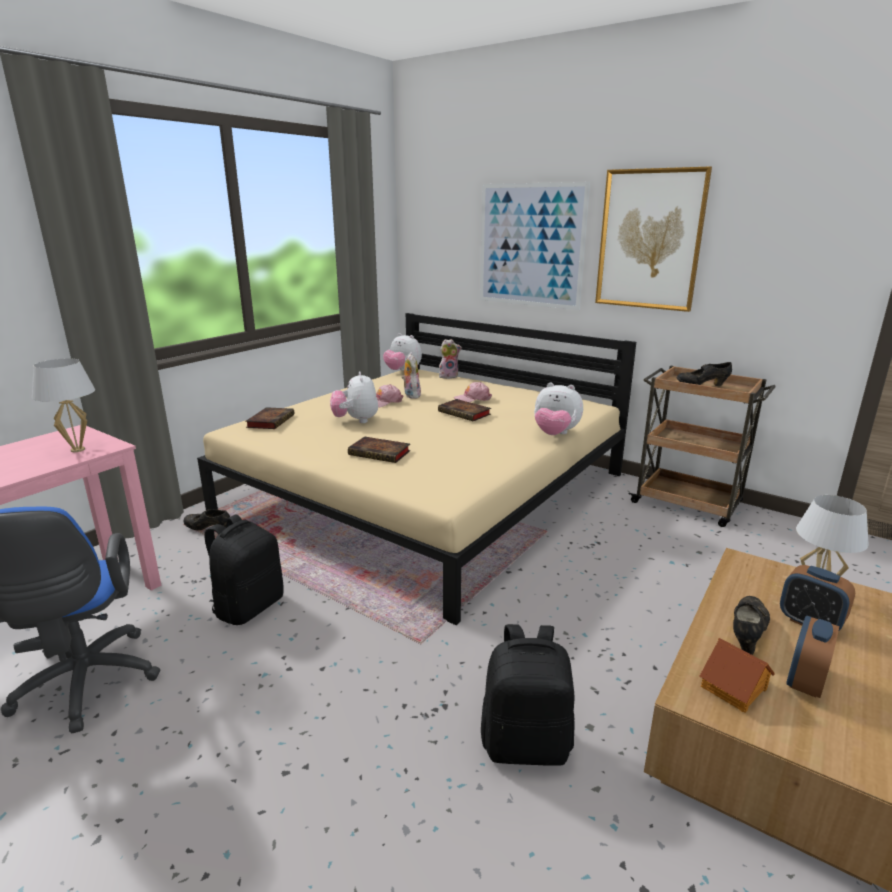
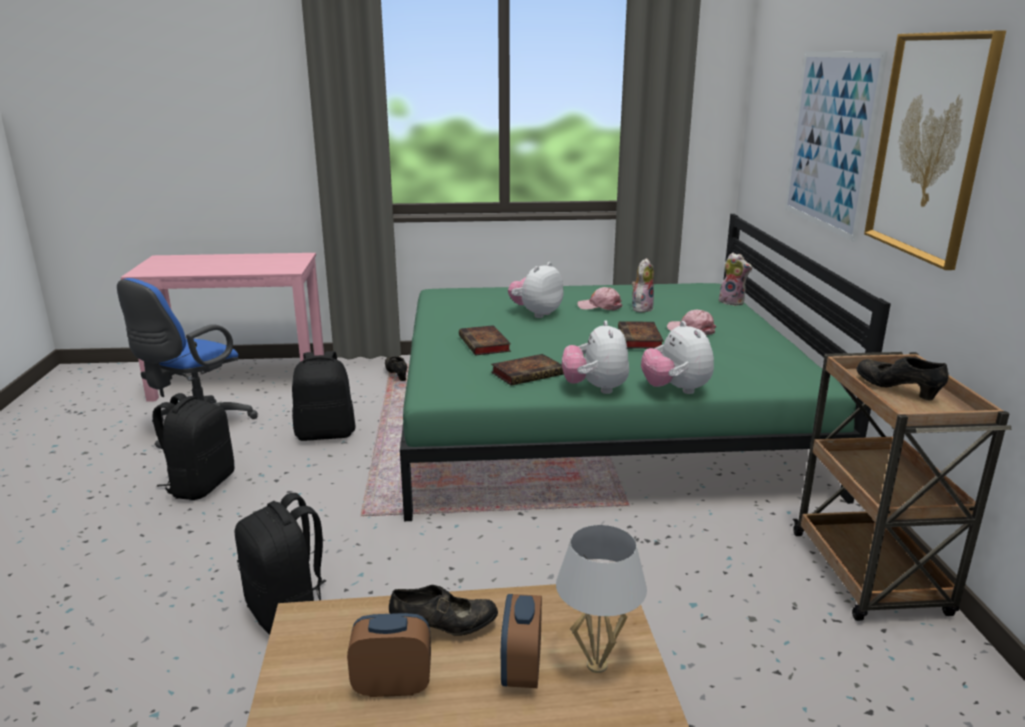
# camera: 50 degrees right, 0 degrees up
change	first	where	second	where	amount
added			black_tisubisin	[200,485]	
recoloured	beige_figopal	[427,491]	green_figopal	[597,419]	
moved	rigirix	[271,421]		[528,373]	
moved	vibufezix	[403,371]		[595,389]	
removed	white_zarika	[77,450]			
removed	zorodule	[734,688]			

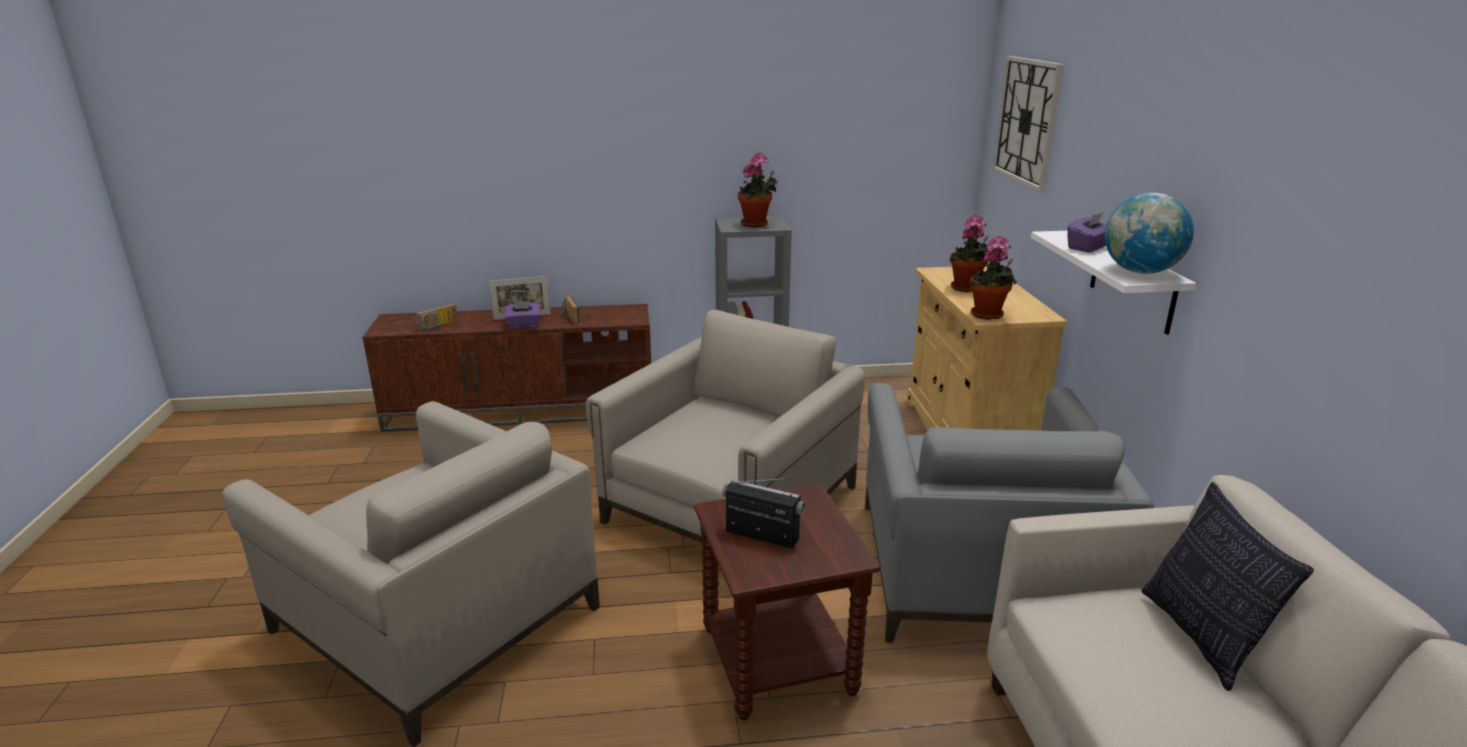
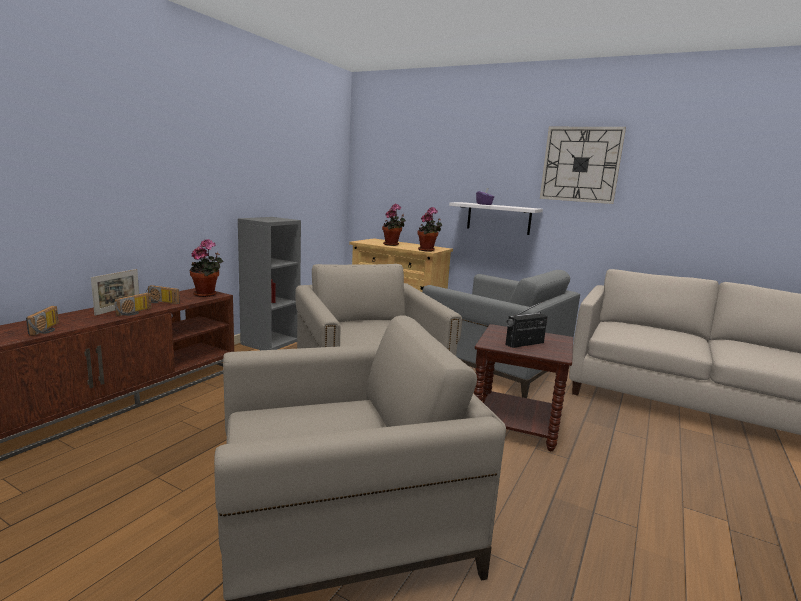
# camera: 55 degrees left, 10 degrees down
change	first	where	second	where	amount
replaced	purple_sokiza	[524,325]	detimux	[135,312]	
moved	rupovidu	[756,224]		[207,294]	
moved	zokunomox	[1027,121]		[580,164]	
removed	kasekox	[1140,272]			
removed	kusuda	[1201,637]			

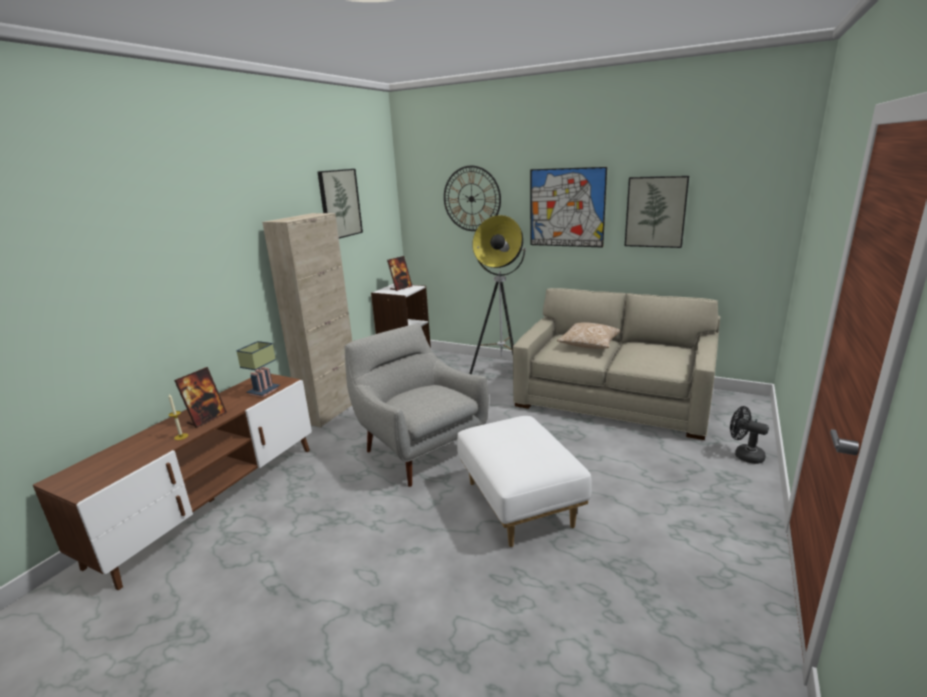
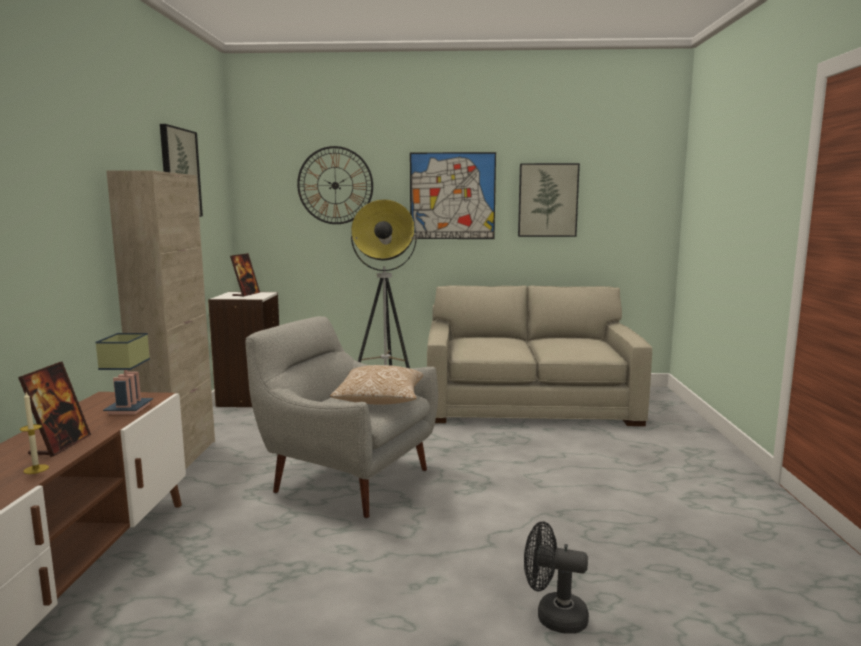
# camera: 25 degrees left, 10 degrees down
change	first	where	second	where	amount
moved	kusuda	[588,345]		[379,401]	
moved	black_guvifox	[744,455]		[553,616]	
removed	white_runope	[520,504]			

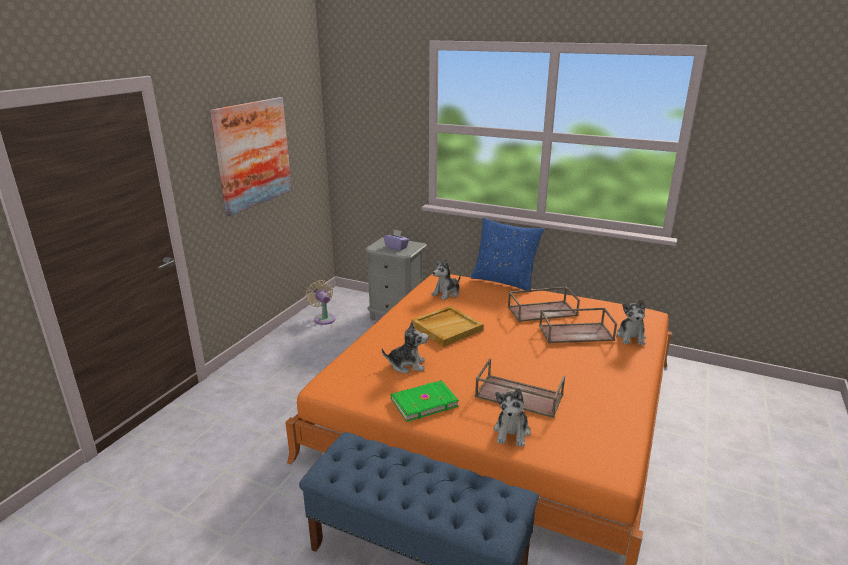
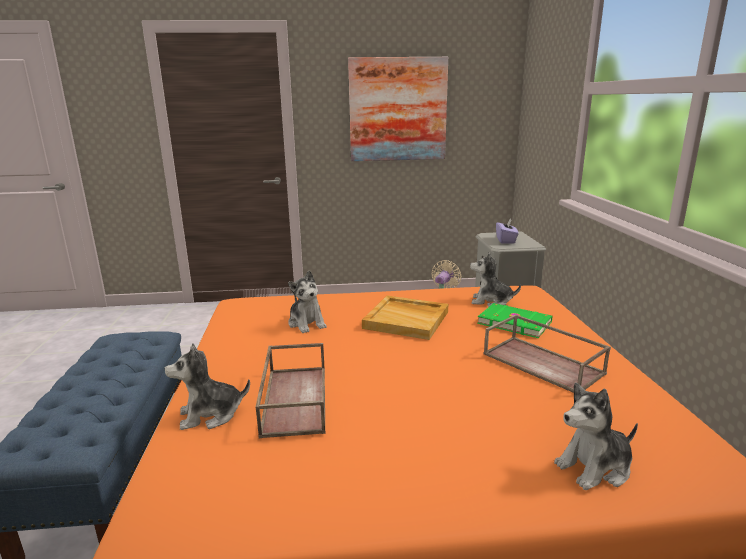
# camera: 60 degrees right, 5 degrees down
change	first	where	second	where	amount
moved	green_rigirix	[423,402]		[514,322]	
removed	blue_kusuda	[504,281]			
removed	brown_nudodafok	[576,332]			

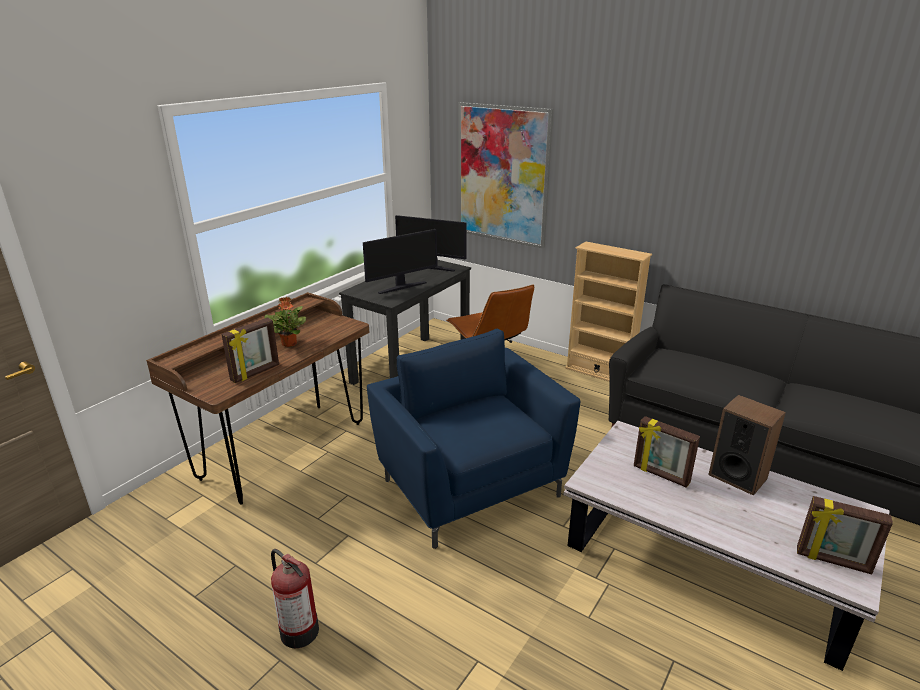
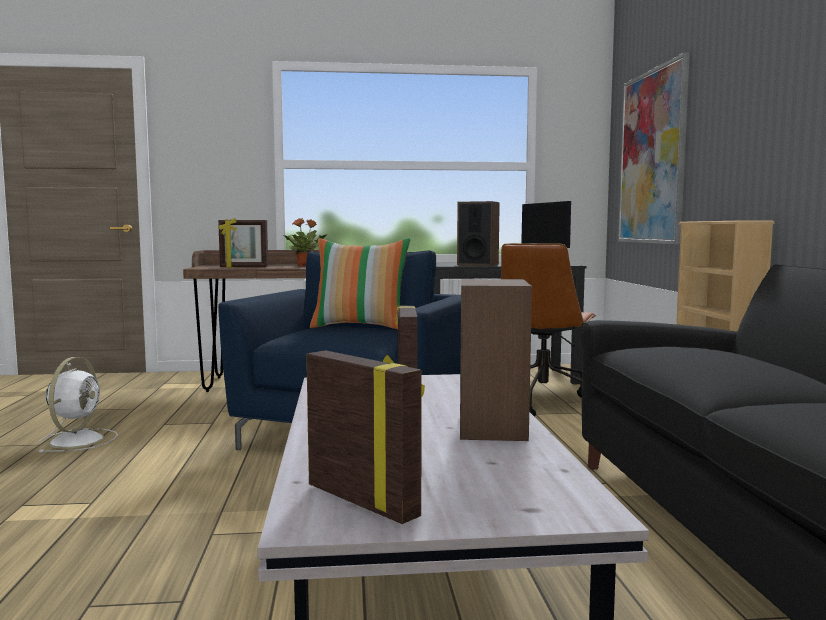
# camera: 50 degrees right, 20 degrees down
change	first	where	second	where	amount
replaced	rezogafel	[298,630]	white_guvifox	[78,440]	
turned	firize	[833,561]		[363,501]	150 degrees clockwise
added			kusuda	[360,327]	
replaced	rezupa	[401,287]	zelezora	[477,264]	

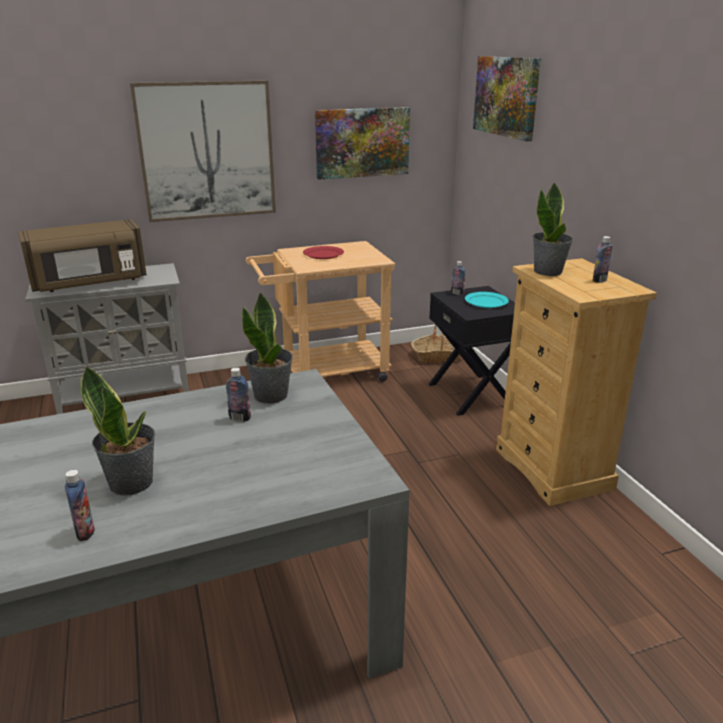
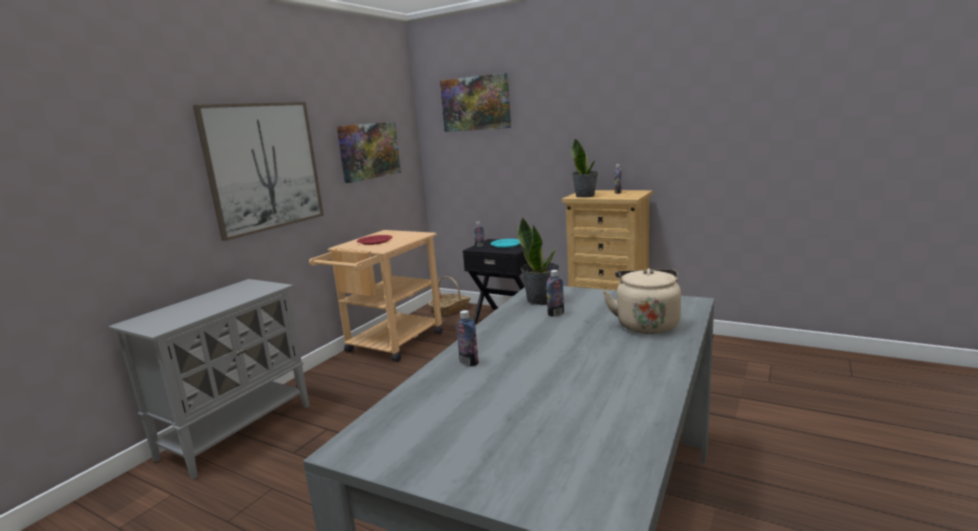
# camera: 40 degrees left, 10 degrees down
change	first	where	second	where	amount
moved	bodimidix	[85,532]		[469,363]	
added			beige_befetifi	[646,324]	
removed	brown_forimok	[89,283]			
removed	rupovidu	[132,482]			

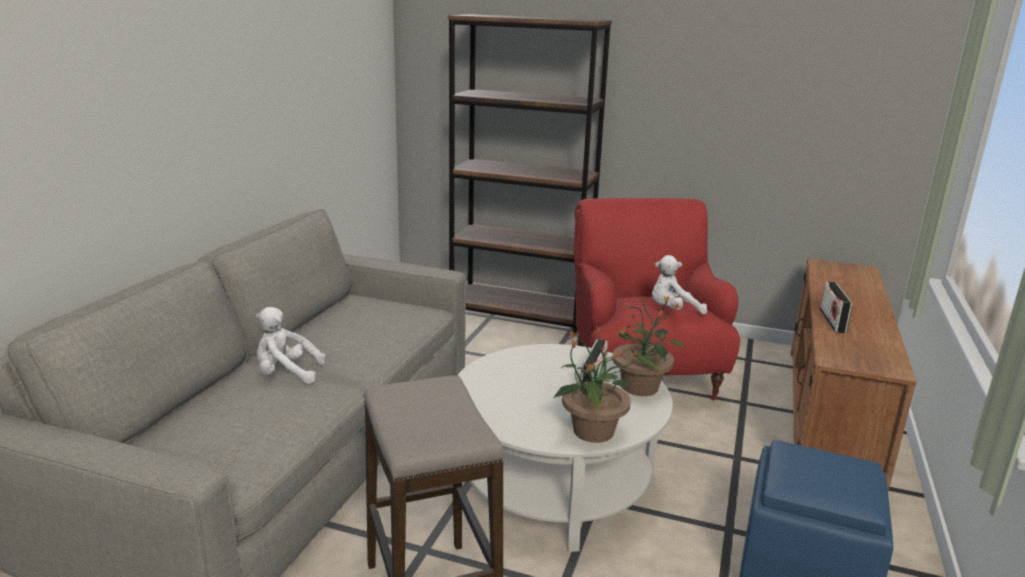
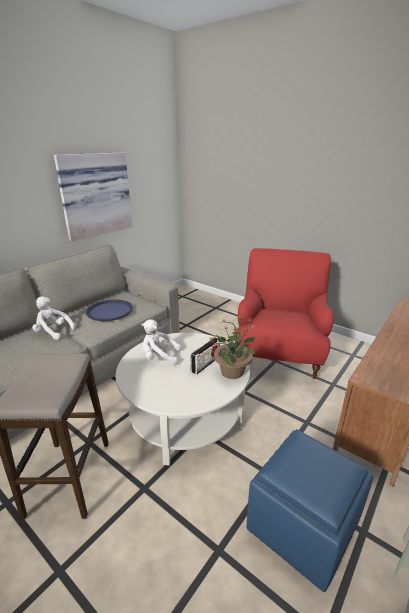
# camera: 20 degrees right, 5 degrees up
change	first	where	second	where	amount
added			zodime	[95,194]	
added			blue_nudodafok	[109,311]	
moved	white_vibufezix	[673,311]		[159,357]	
removed	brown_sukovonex	[520,315]			
removed	rupovidu	[592,432]			
removed	detimux	[832,321]			

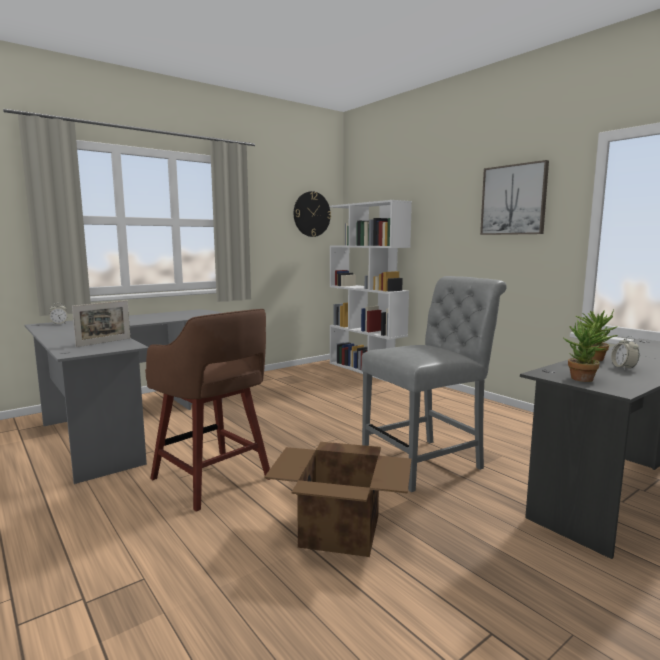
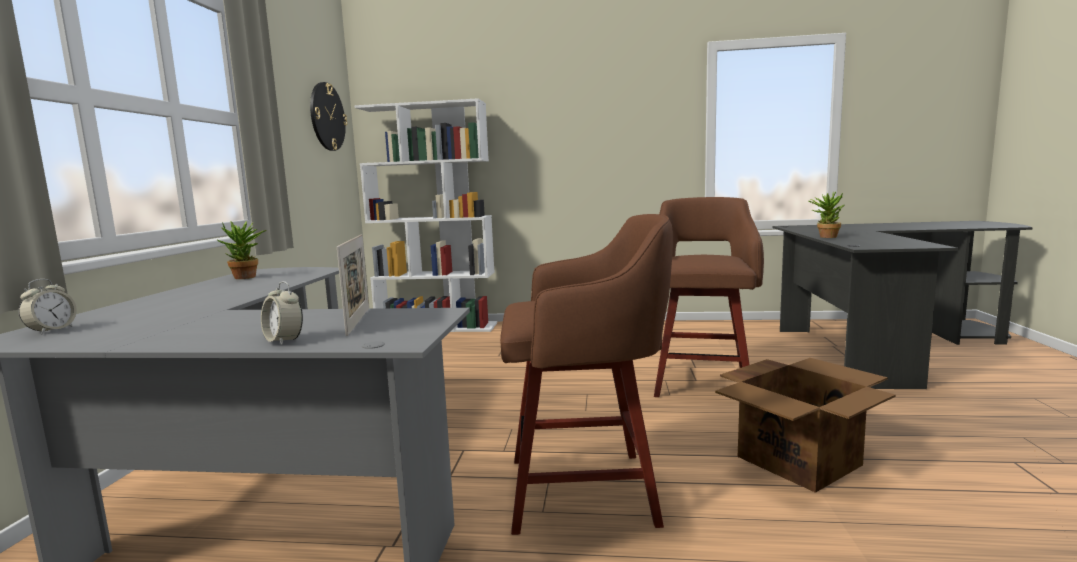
# camera: 45 degrees left, 0 degrees up
change	first	where	second	where	amount
moved	rupovidu	[584,380]		[247,278]	
moved	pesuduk	[623,368]		[284,341]	
replaced	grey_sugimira	[428,462]	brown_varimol	[702,381]	
removed	zodime	[513,200]			

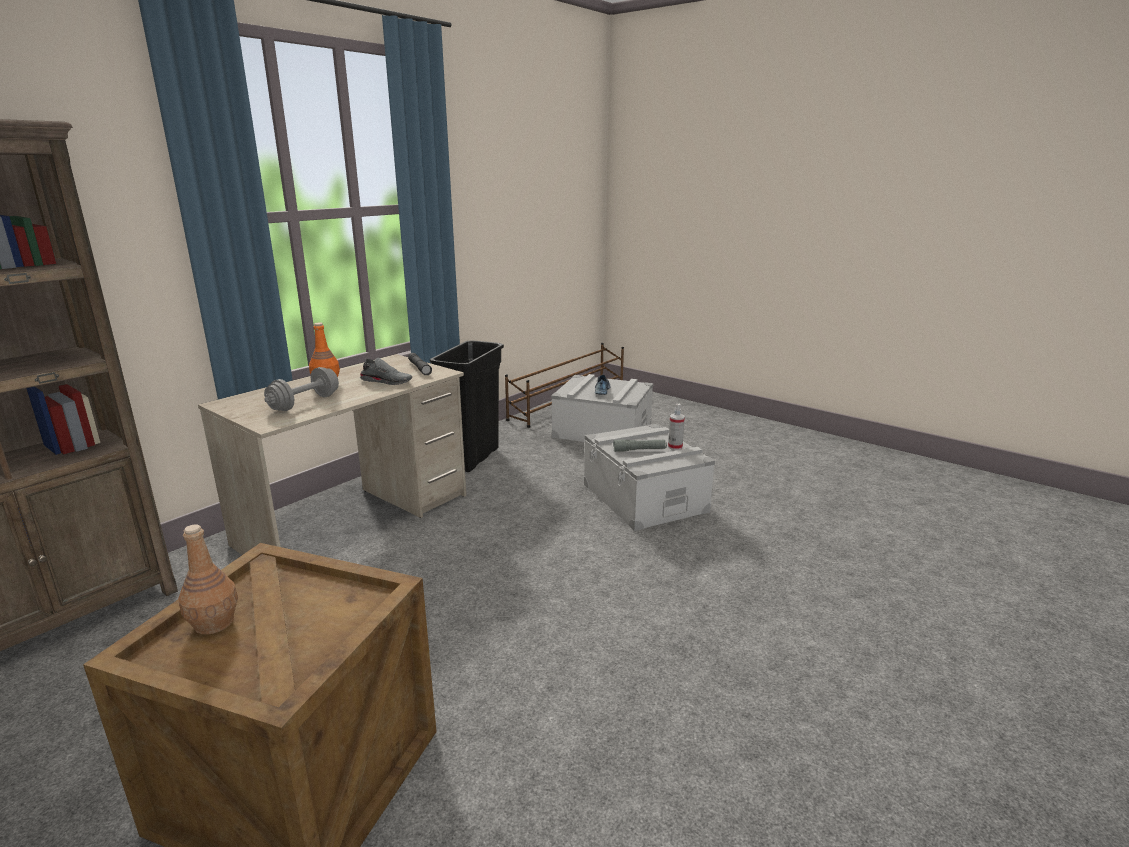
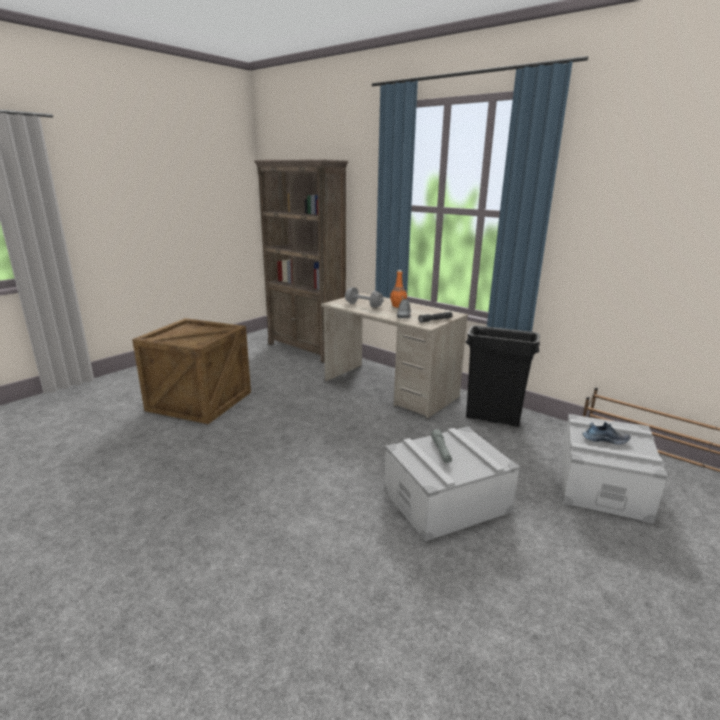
# camera: 90 degrees right, 0 degrees up
change	first	where	second	where	amount
removed	brown_bodimidix	[213,623]			
removed	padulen	[675,447]			

